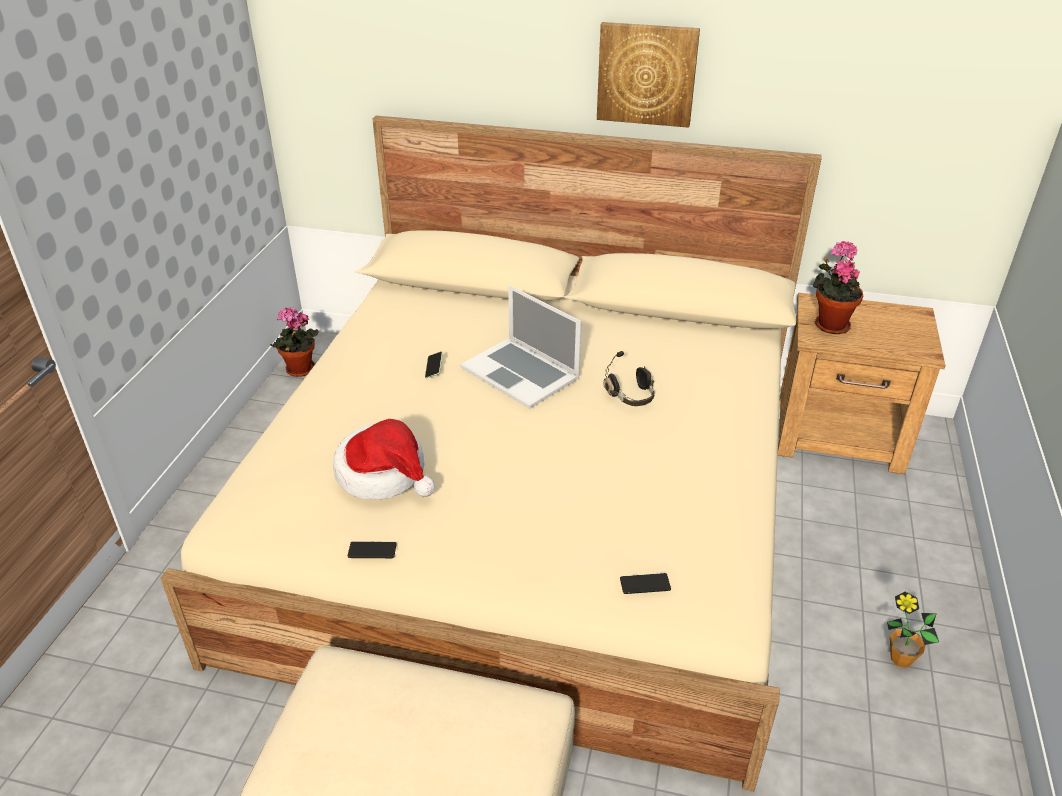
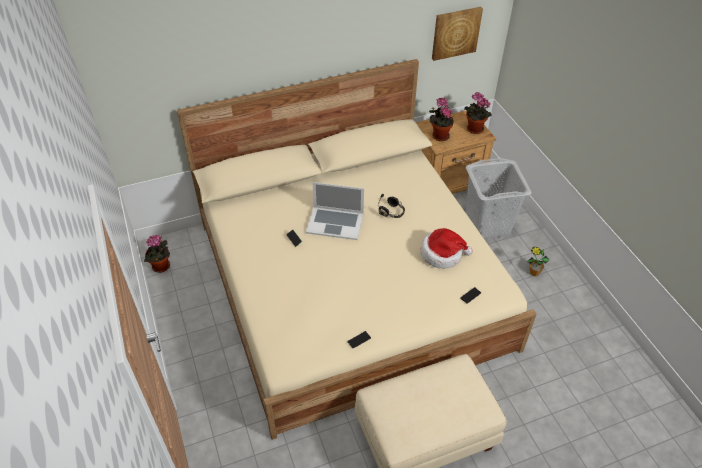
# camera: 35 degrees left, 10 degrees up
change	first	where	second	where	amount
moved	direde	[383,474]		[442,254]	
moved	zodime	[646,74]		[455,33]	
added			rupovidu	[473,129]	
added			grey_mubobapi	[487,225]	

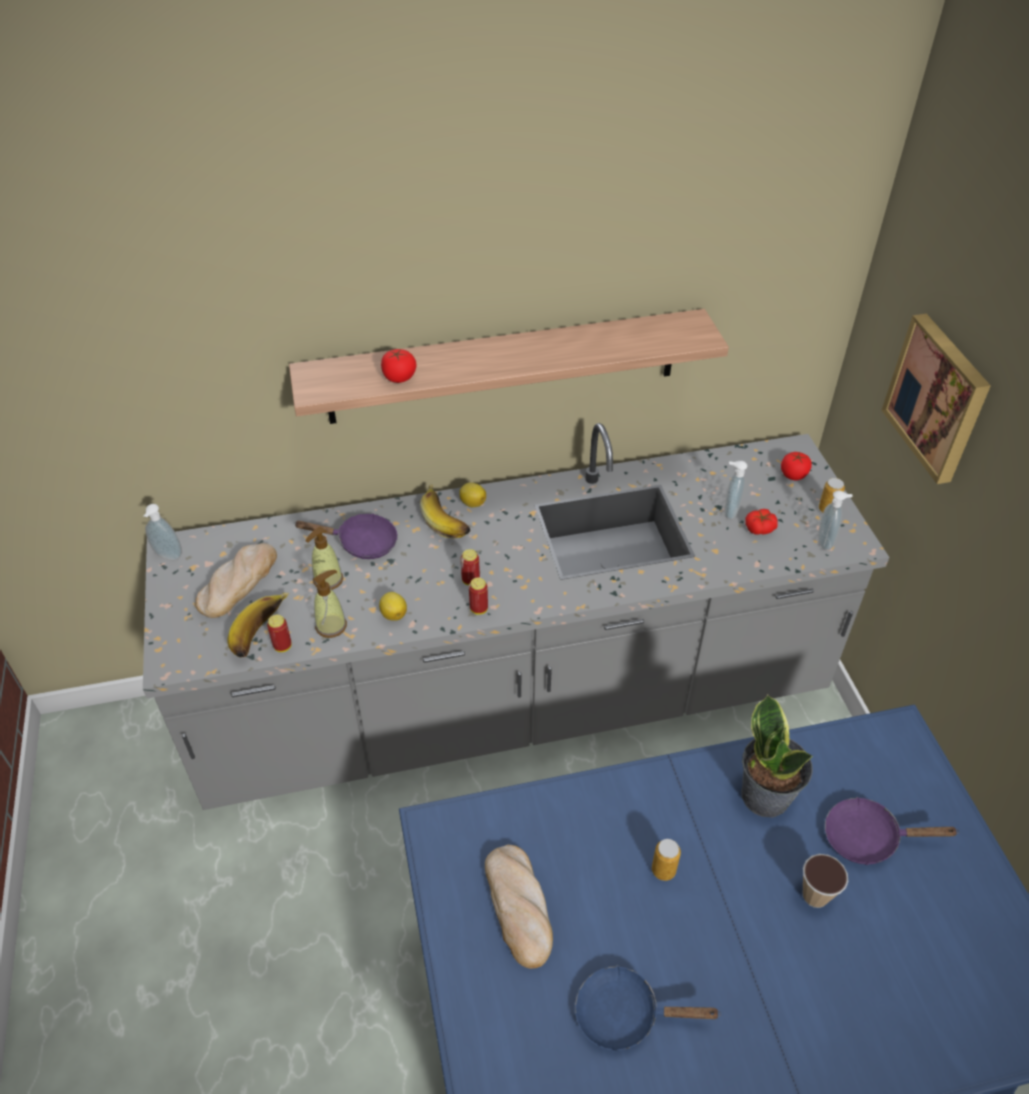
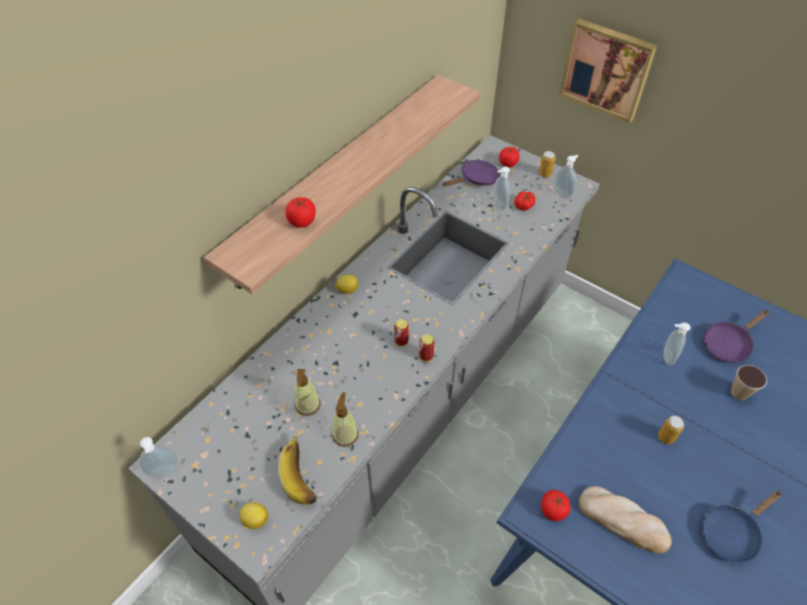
# camera: 40 degrees left, 5 degrees up
change	first	where	second	where	amount
moved	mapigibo	[393,614]		[255,519]	
moved	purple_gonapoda	[361,543]		[476,179]	
added			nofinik	[553,510]	
replaced	rupovidu	[766,795]	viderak	[666,357]	
removed	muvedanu	[238,582]			
removed	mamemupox	[282,646]			
removed	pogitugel	[448,519]			

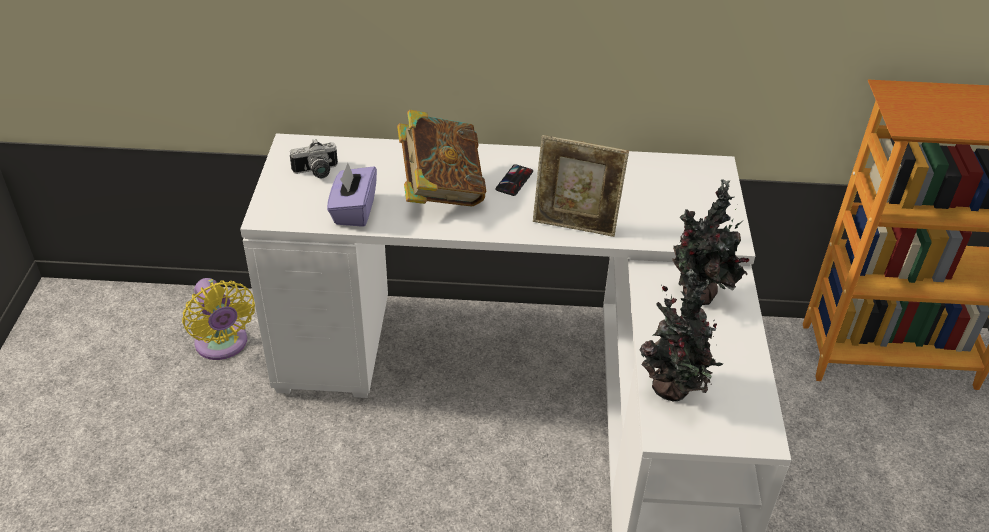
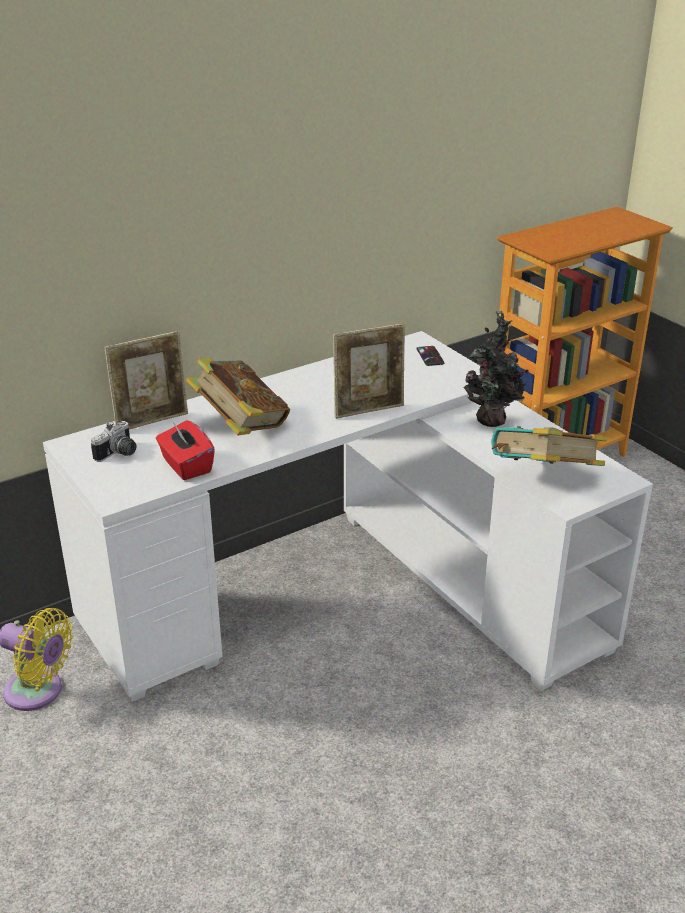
# camera: 35 degrees left, 10 degrees down
change	first	where	second	where	amount
added			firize	[152,421]	
recoloured	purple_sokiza	[354,210]	red_sokiza	[186,466]	
moved	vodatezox	[514,180]		[430,356]	
replaced	rupovidu	[674,391]	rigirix	[543,479]	

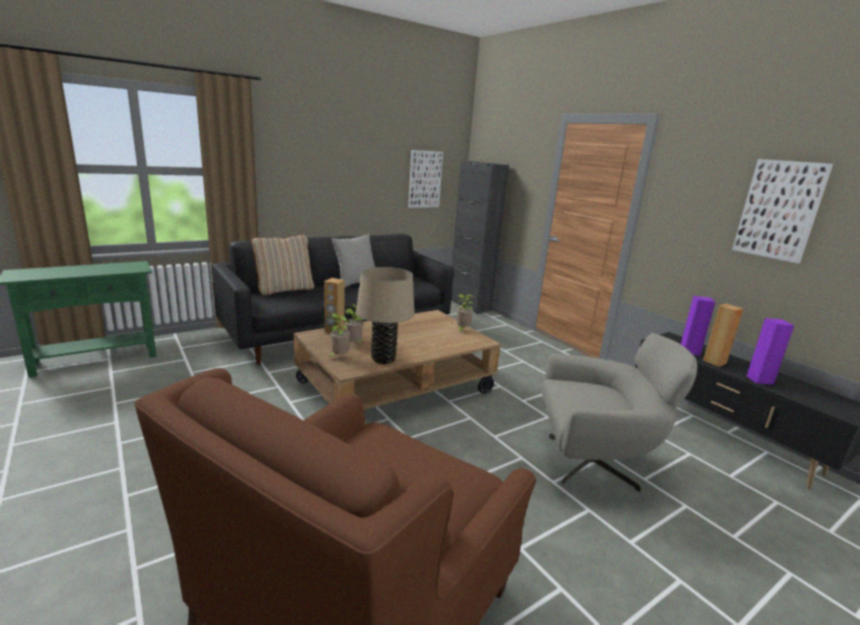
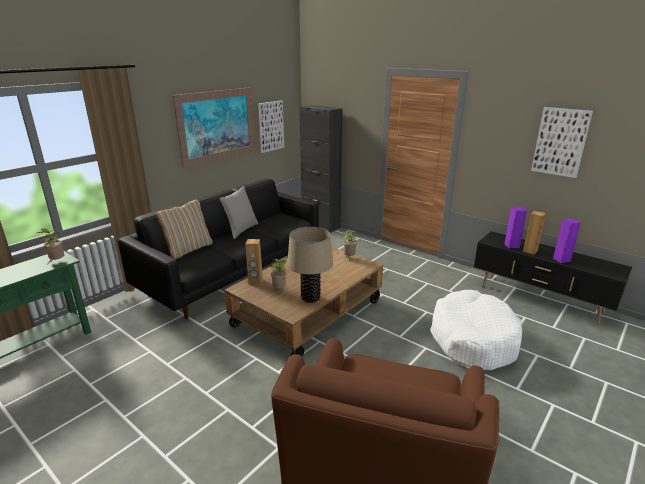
# camera: 15 degrees left, 5 degrees up
change	first	where	second	where	amount
moved	rupovidu	[338,357]		[57,262]	
added			zodime	[217,126]	
replaced	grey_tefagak	[595,463]	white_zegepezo	[472,339]	

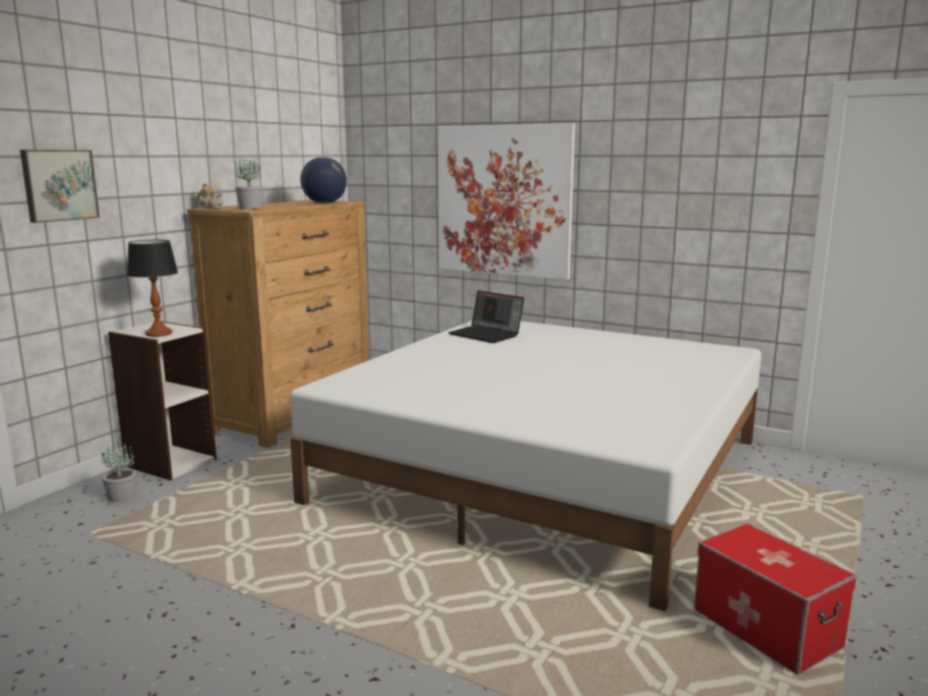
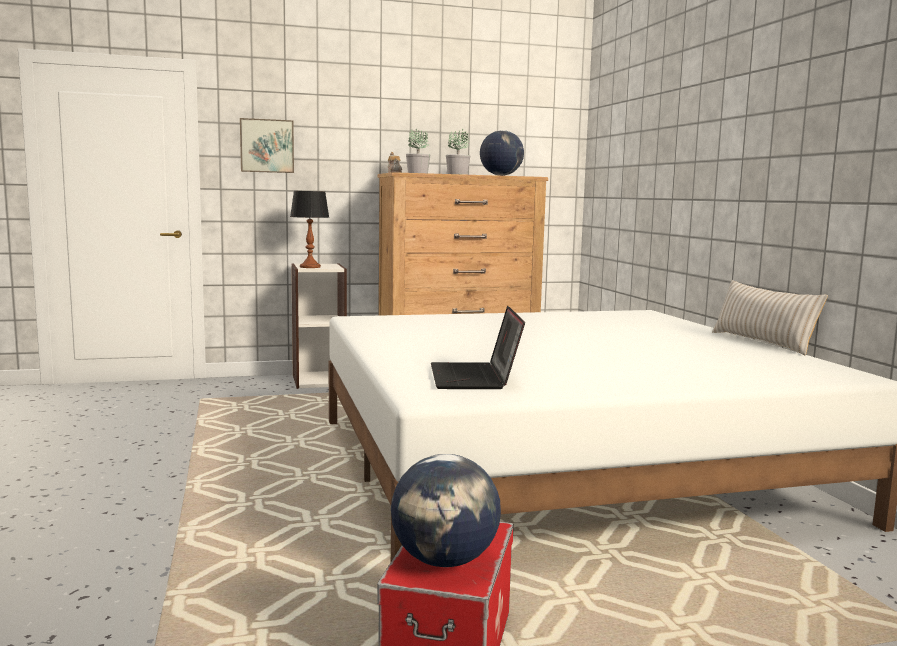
# camera: 45 degrees right, 5 degrees down
change	first	where	second	where	amount
added			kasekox	[444,561]	
moved	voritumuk	[487,335]		[475,378]	
moved	rupovidu	[122,496]		[458,174]	
added			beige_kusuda	[762,342]	
removed	zodime	[504,200]			

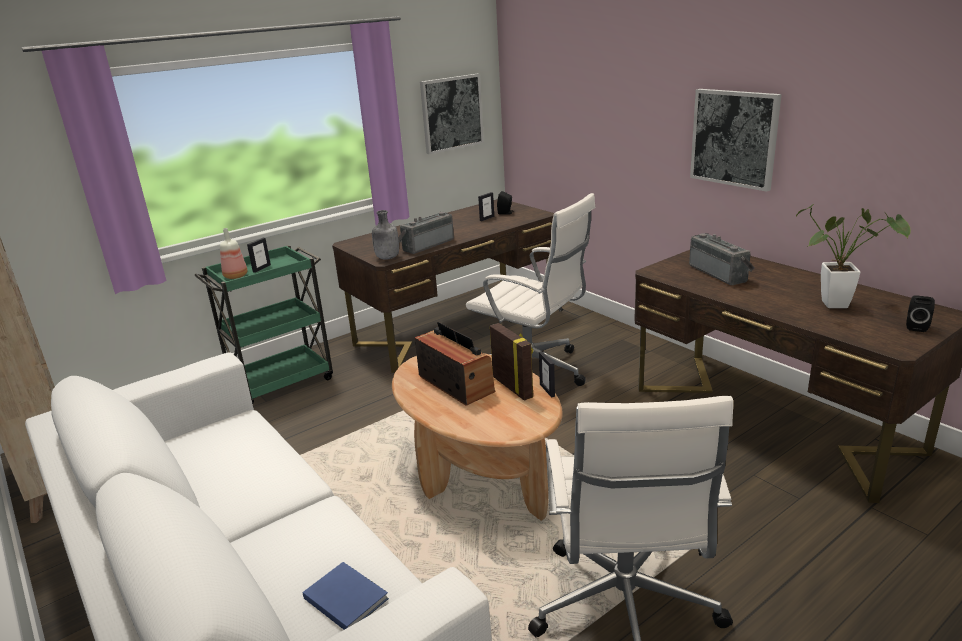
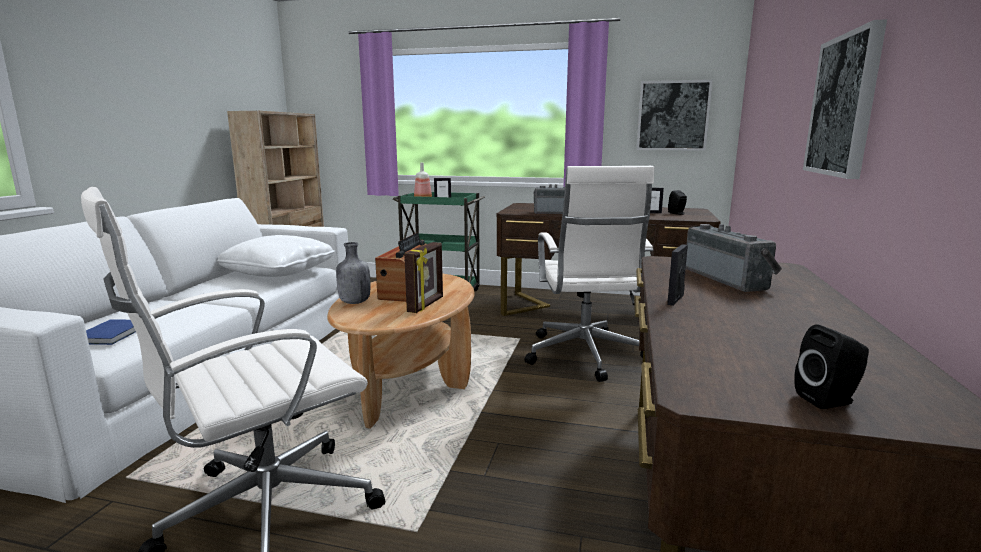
# camera: 50 degrees right, 10 degrees down
change	first	where	second	where	amount
added			white_kusuda	[279,272]	
moved	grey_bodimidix	[387,258]		[354,302]	
moved	firize	[547,390]		[675,300]	
turned	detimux	[720,273]		[728,279]	45 degrees counterclockwise
removed	rupovidu	[841,304]			

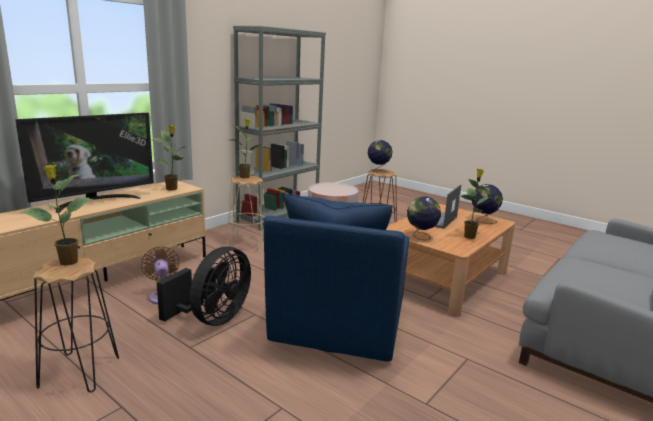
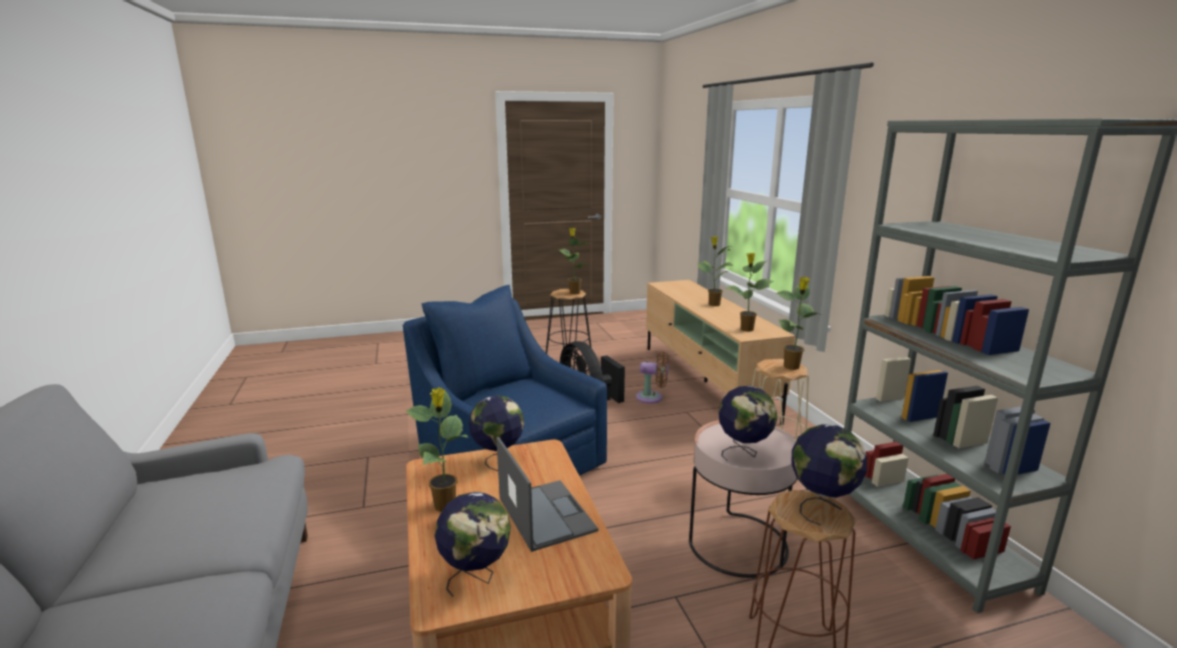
# camera: 125 degrees right, 0 degrees up
change	first	where	second	where	amount
replaced	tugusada	[95,201]	rupovidu	[713,304]	
added			kasekox	[744,453]	

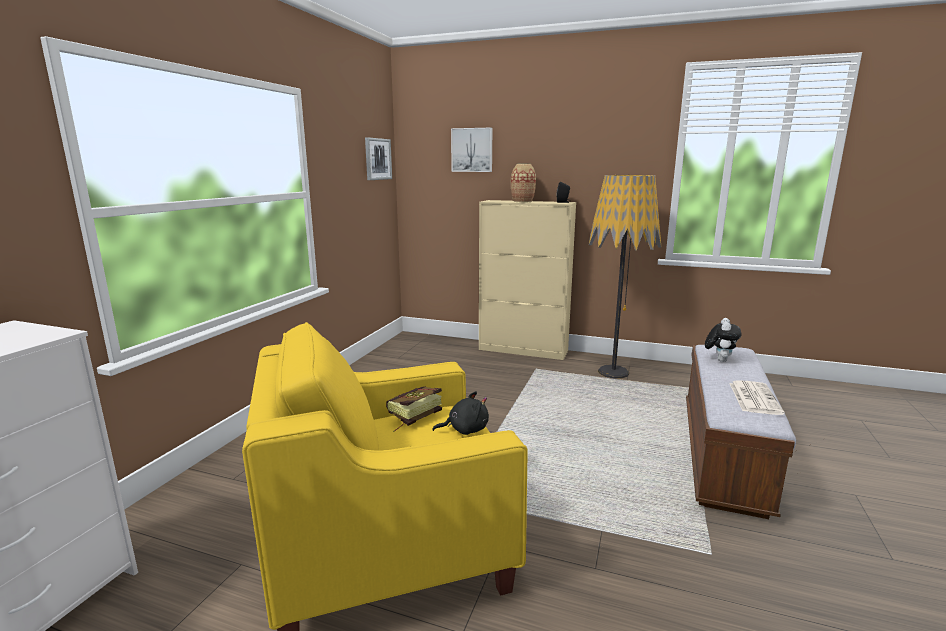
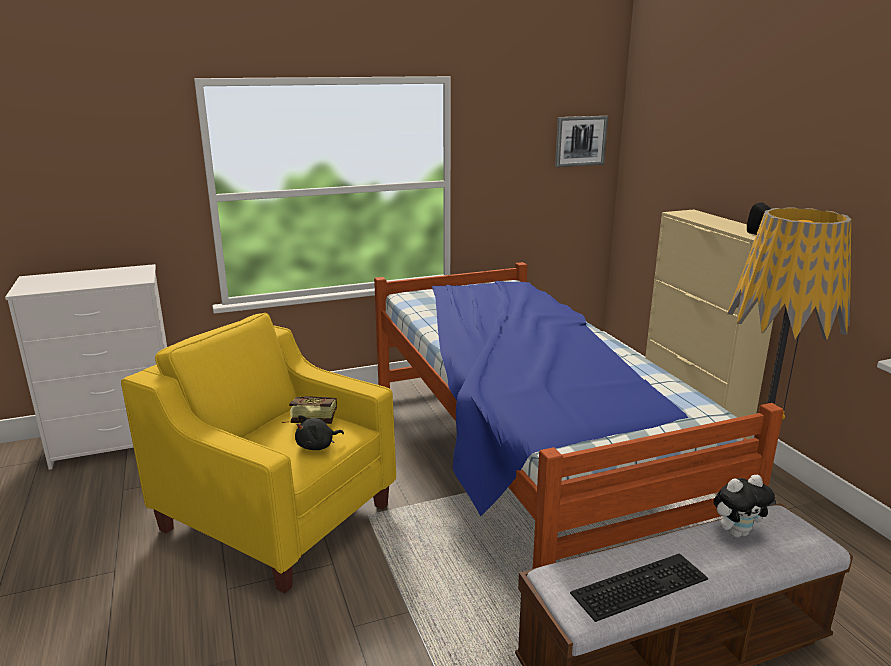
# camera: 50 degrees right, 5 degrees up
change	first	where	second	where	amount
turned	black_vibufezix	[465,430]		[317,446]	105 degrees clockwise
added			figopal	[522,467]	
replaced	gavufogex	[753,398]	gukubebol	[639,584]	
removed	zodime	[472,150]			
removed	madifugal	[522,201]			

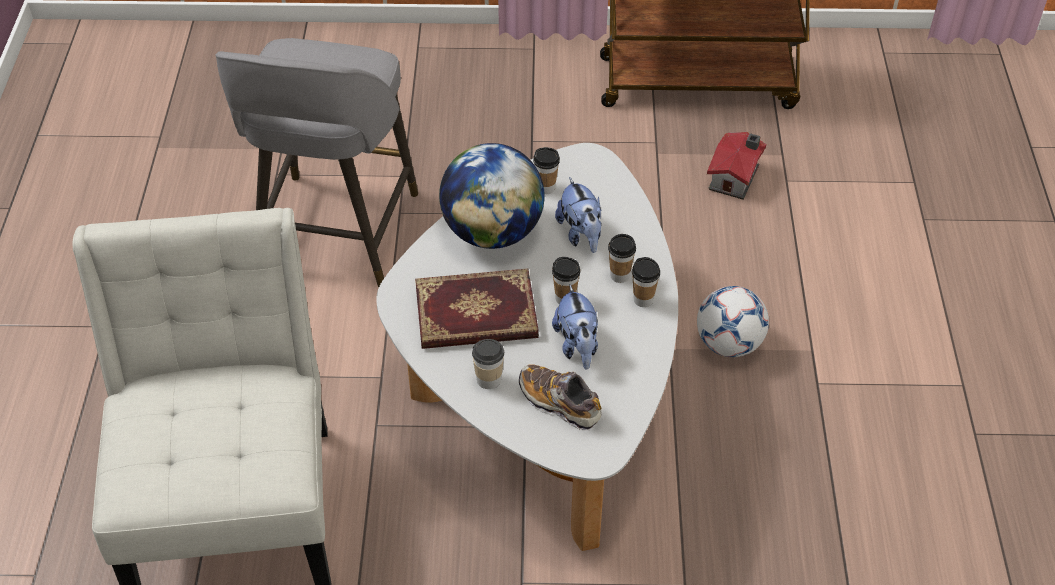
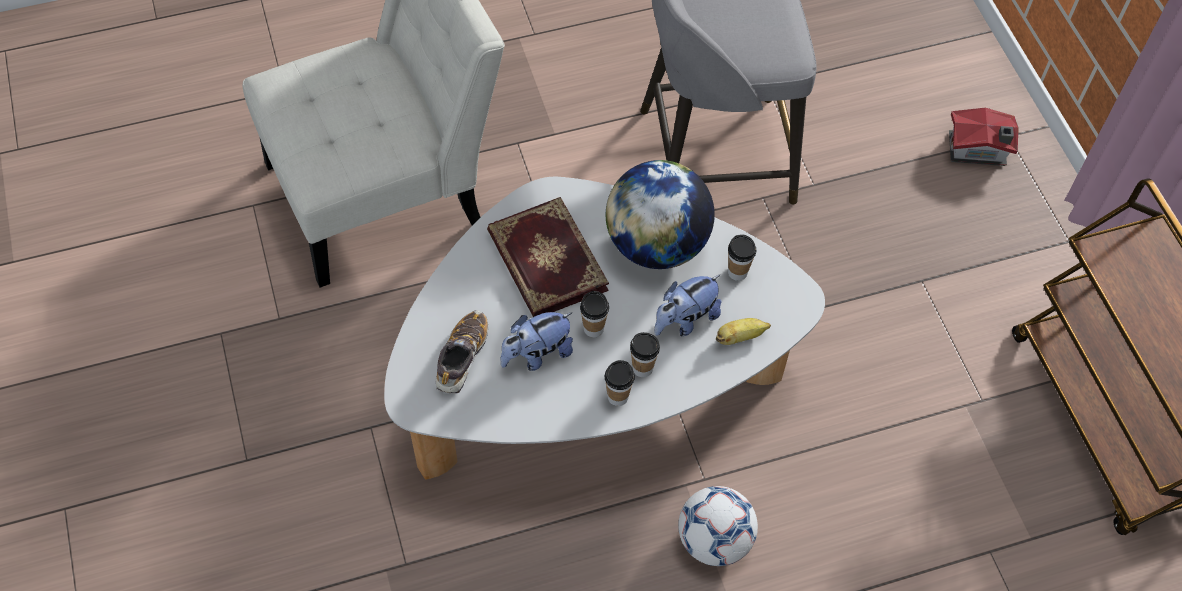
# camera: 70 degrees right, 10 degrees up
change	first	where	second	where	amount
added			pogitugel	[740,337]	
moved	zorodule	[736,177]		[978,150]	
removed	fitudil	[489,379]			

